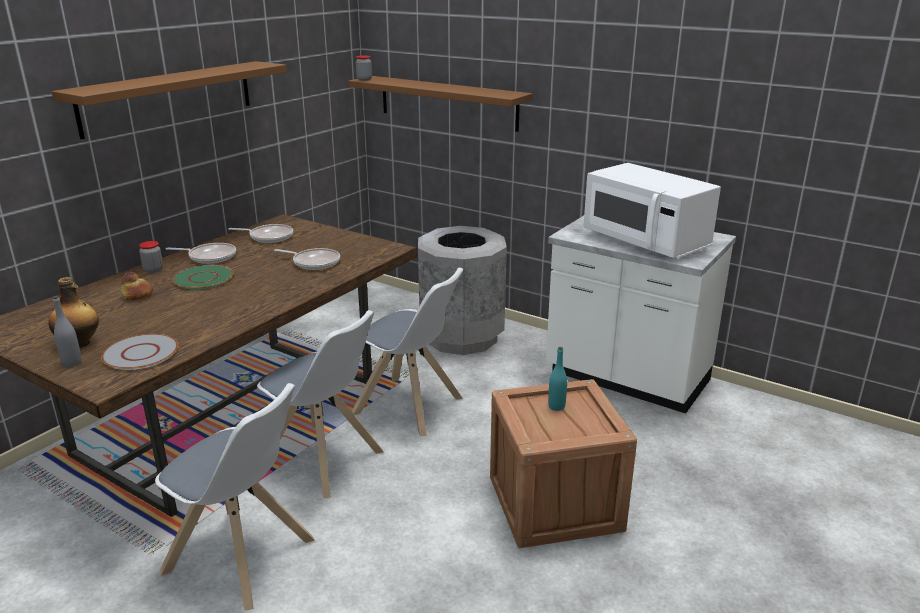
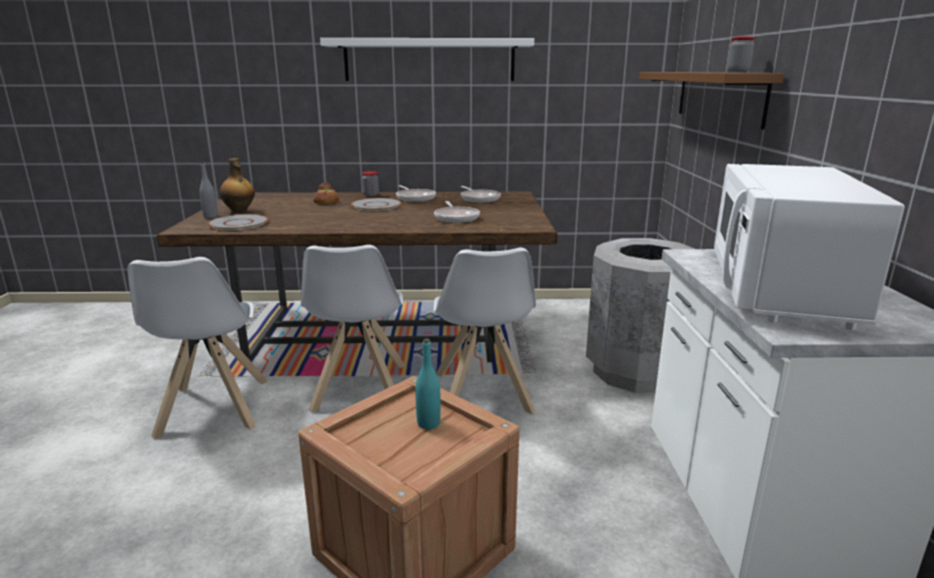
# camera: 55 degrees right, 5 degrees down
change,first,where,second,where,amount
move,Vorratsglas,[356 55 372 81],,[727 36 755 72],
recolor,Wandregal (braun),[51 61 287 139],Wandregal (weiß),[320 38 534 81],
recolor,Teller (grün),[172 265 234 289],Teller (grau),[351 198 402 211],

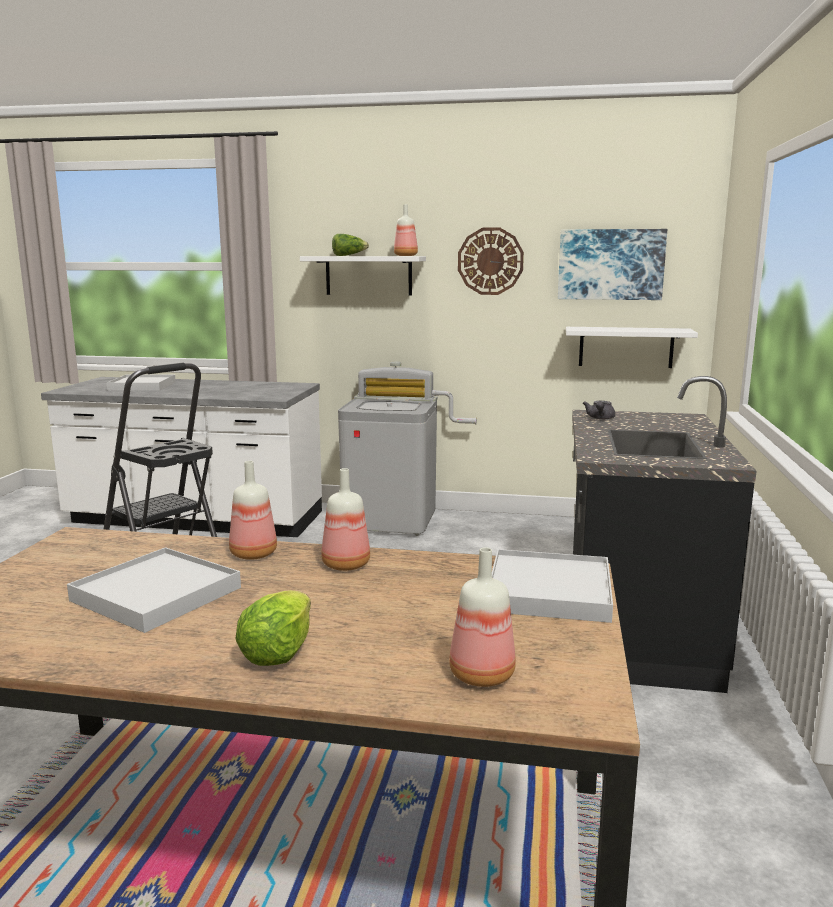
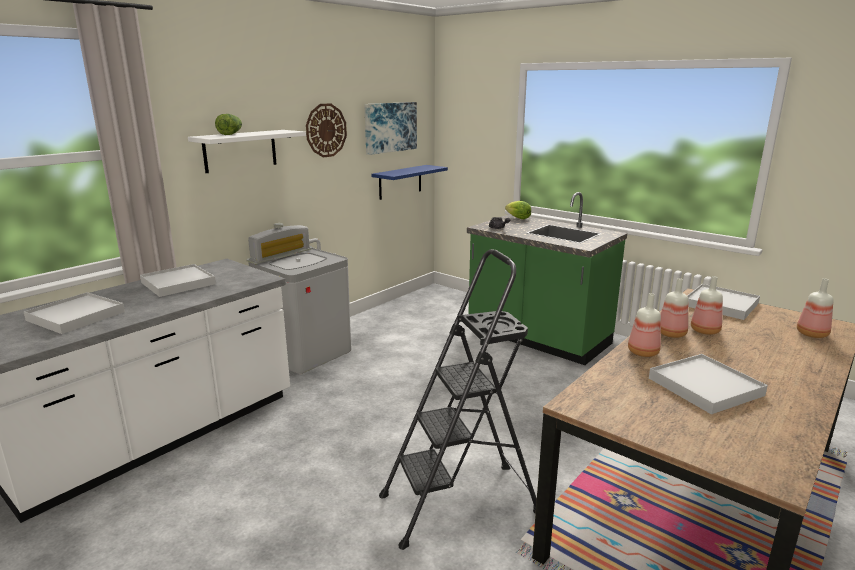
# camera: 60 degrees left, 5 degrees up
change,first,where,second,where,amount
move,Flasche,[394 204 418 256],,[691 276 723 335],
recolor,Wandregal (weiß),[566 327 698 368],Wandregal (blau),[371 165 448 200],
recolor,Küchenzeile (schwarz),[572 376 757 693],Küchenzeile (grün),[467 192 627 365],
move,Salatkopf,[236 590 311 666],,[505 201 531 219],
insert,,,Tablett (weiß),[140 264 216 297],

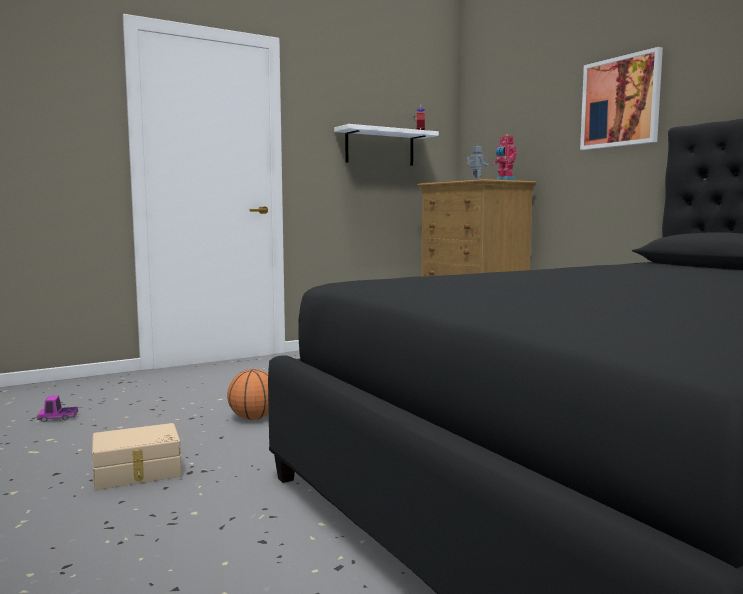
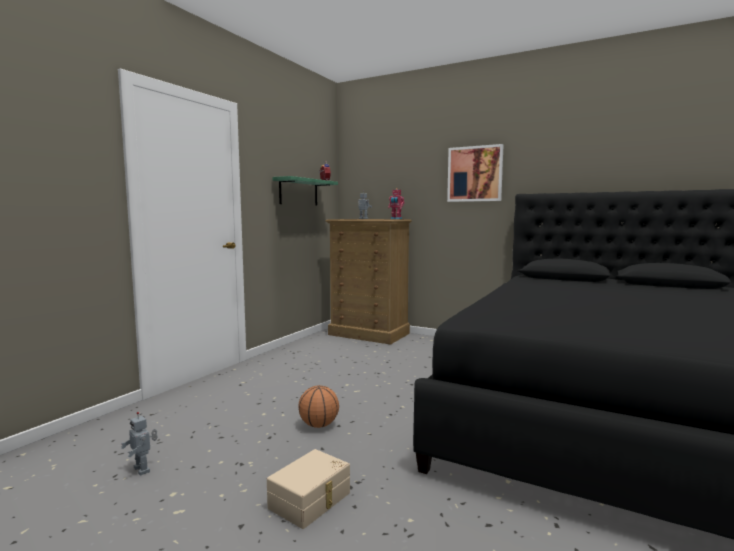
# camera: 30 degrees left, 0 degrees up
change,first,where,second,where,amount
recolor,Wandregal (weiß),[334 124 439 166],Wandregal (grün),[272 176 338 206],
replace,Spielzeuglaster,[37 395 78 422],Spielzeugroboter,[121 412 158 476],

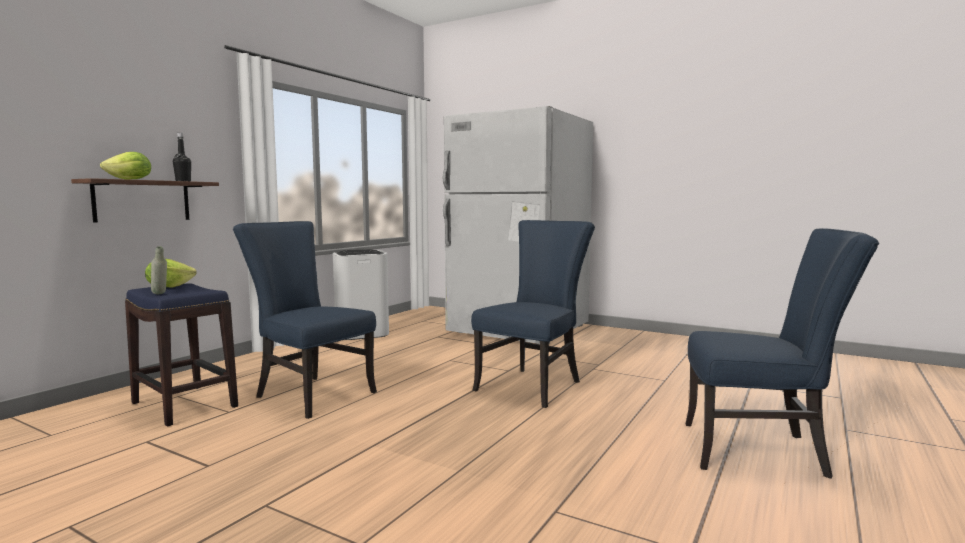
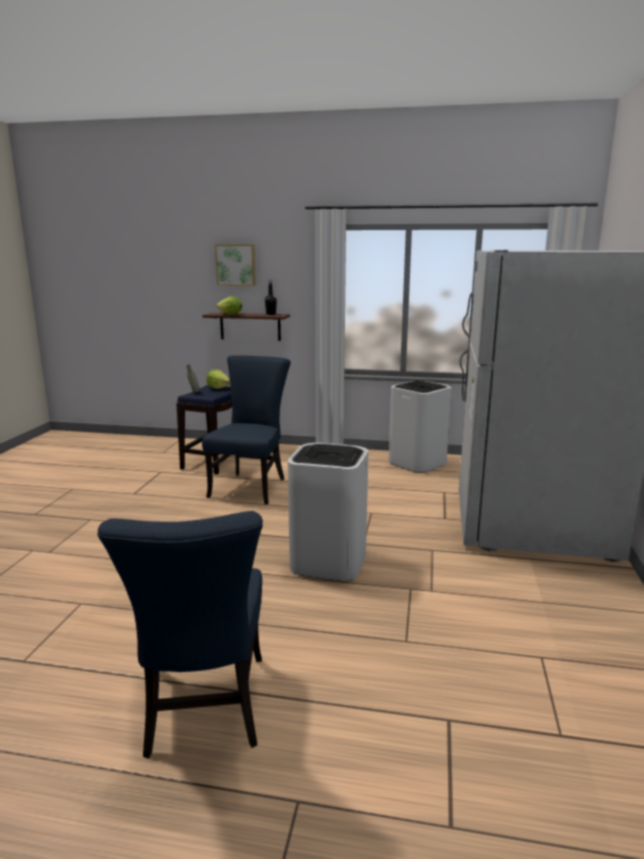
# camera: 70 degrees right, 10 degrees up
change,first,where,second,where,amount
replace,Stuhl (blau),[471 220 595 408],Mülleimer (weiß),[288 443 368 581],
insert,,,Bild,[215 244 256 286],

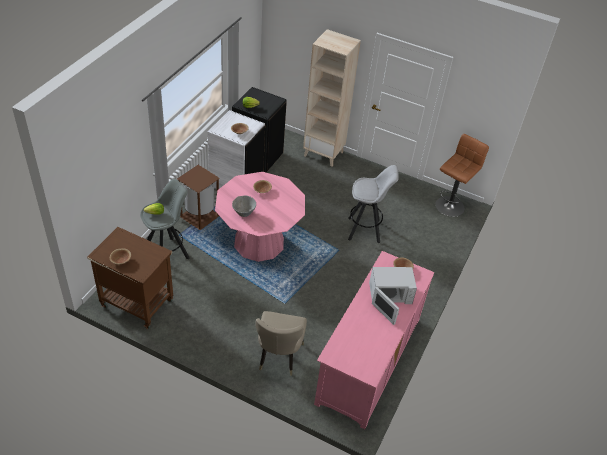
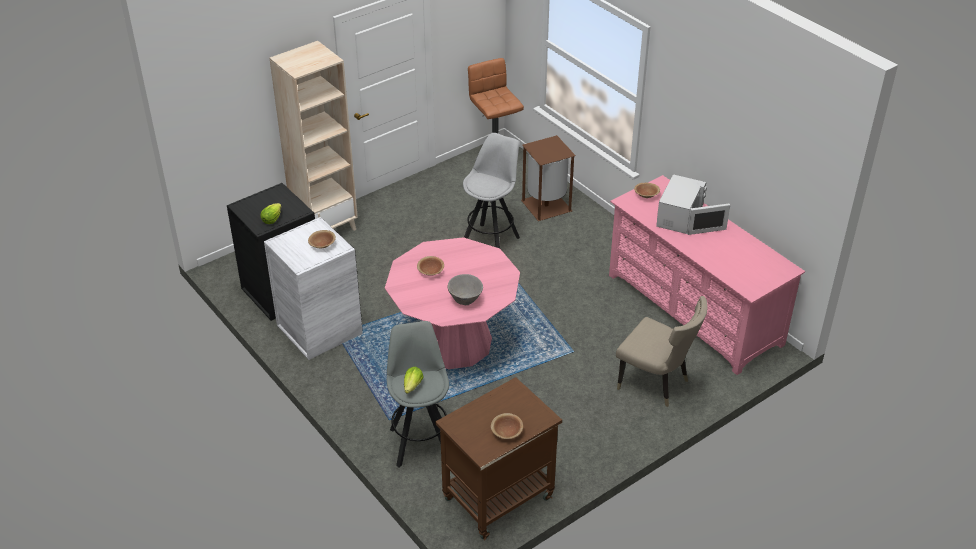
# camera: 60 degrees left, 5 degrees down
change,first,where,second,where,amount
move,Mülleimer (braun),[177 165 220 230],,[521 135 576 221],

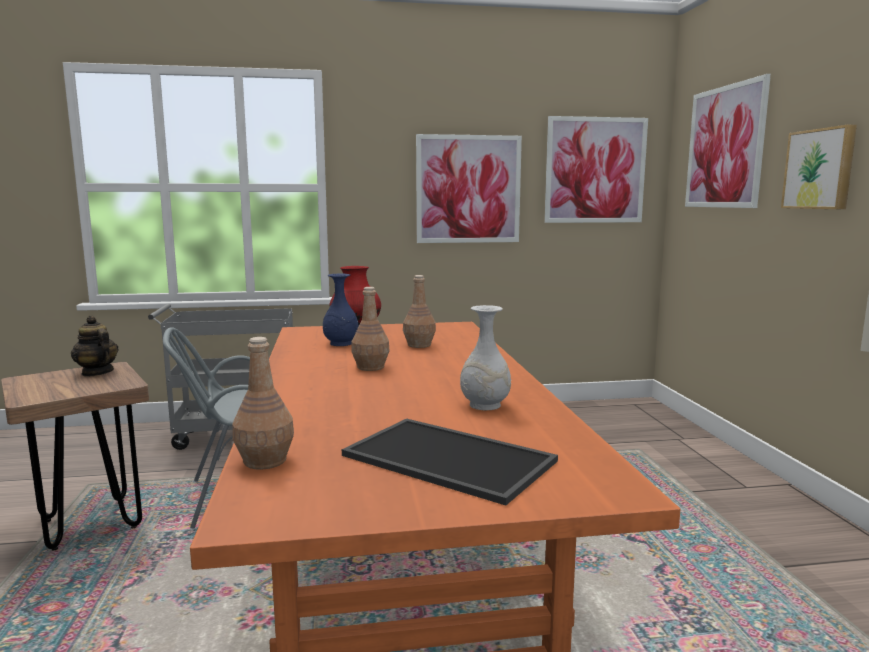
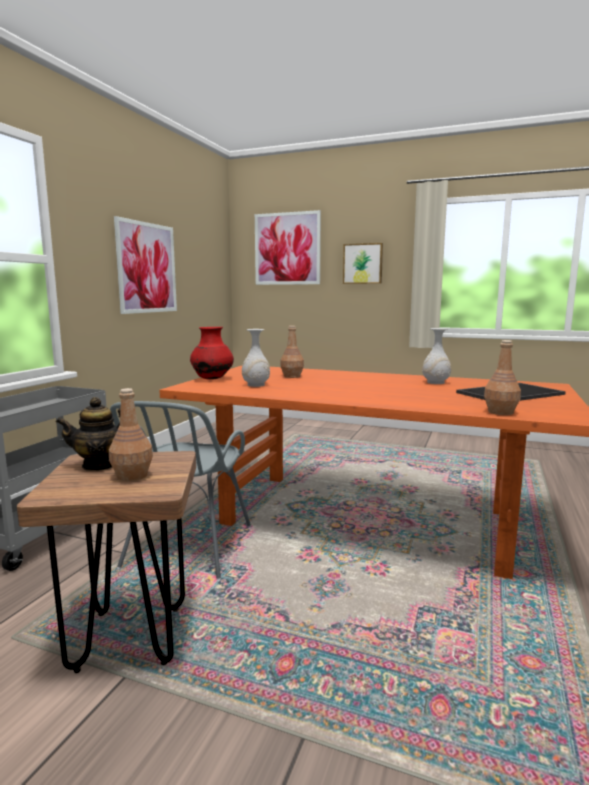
# camera: 60 degrees left, 0 degrees up
change,first,where,second,where,amount
delete,Bild,[544 116 648 223],,,
recolor,Vase (blau),[323 274 359 346],Vase (weiß),[242 329 270 387],
move,Flasche (braun),[351 287 389 371],,[109 388 153 482],

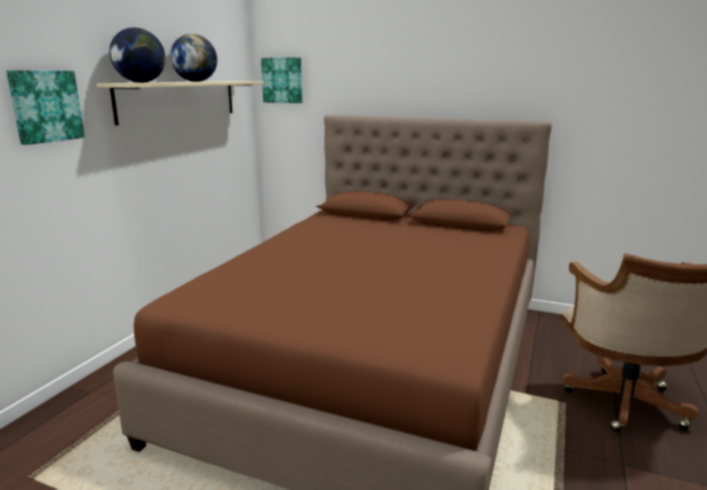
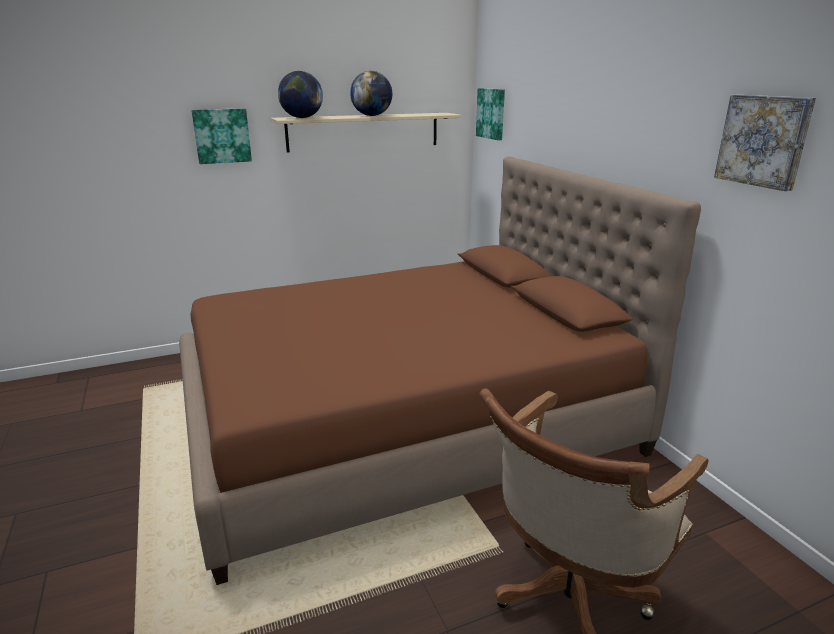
# camera: 45 degrees right, 5 degrees up
change,first,where,second,where,amount
insert,,,Bild,[714 95 816 191],

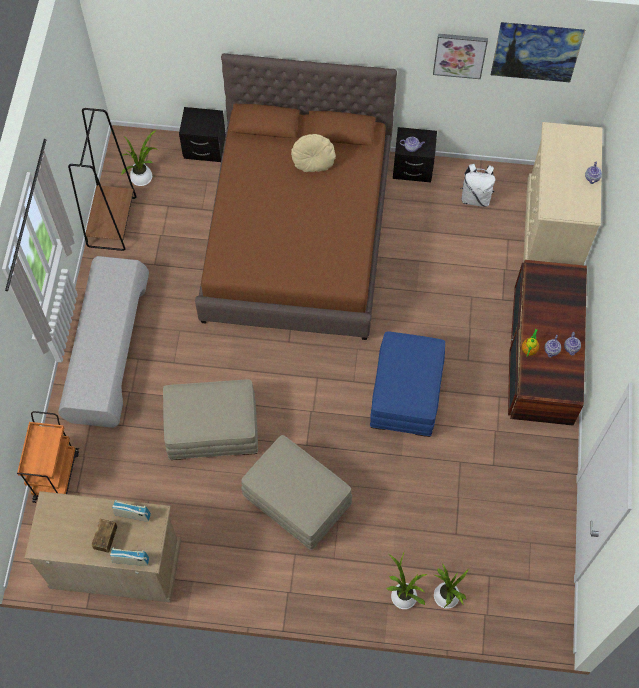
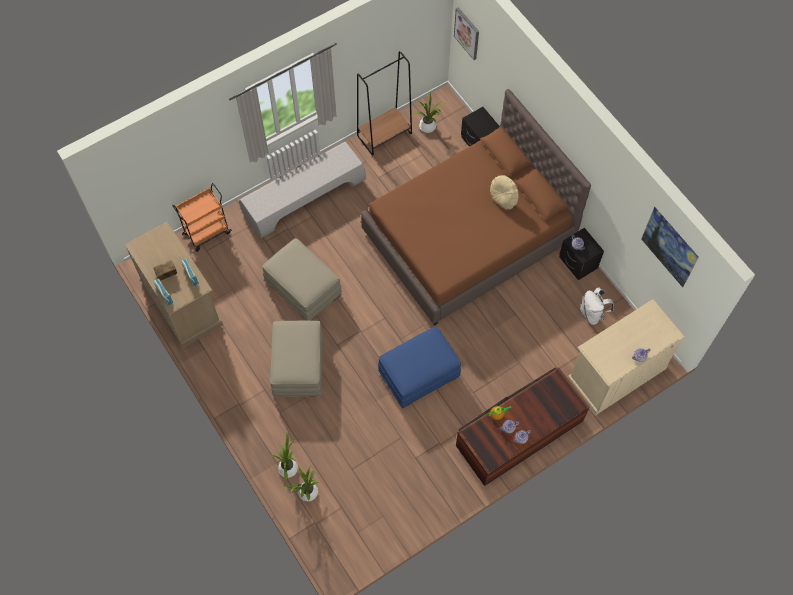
# camera: 50 degrees right, 0 degrees up
change,first,where,second,where,amount
move,Bild,[433 34 488 79],,[454 7 479 60],

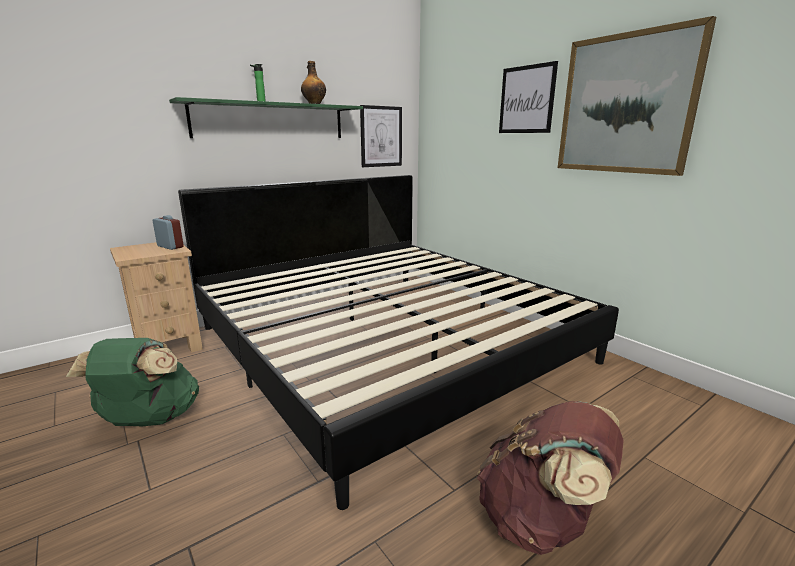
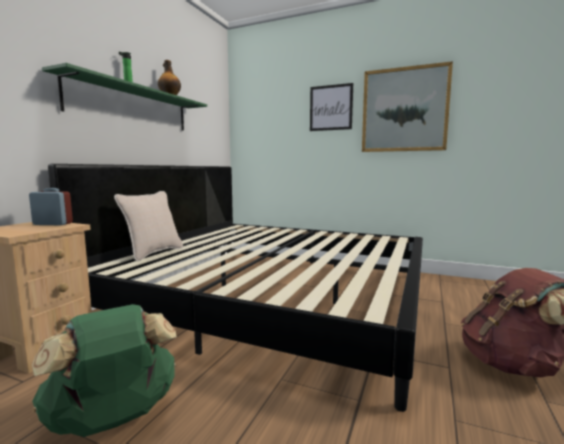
# camera: 30 degrees left, 10 degrees down
change,first,where,second,where,amount
delete,Bild,[360 105 402 167],,,
insert,,,Kissen (beige),[114 191 183 261],

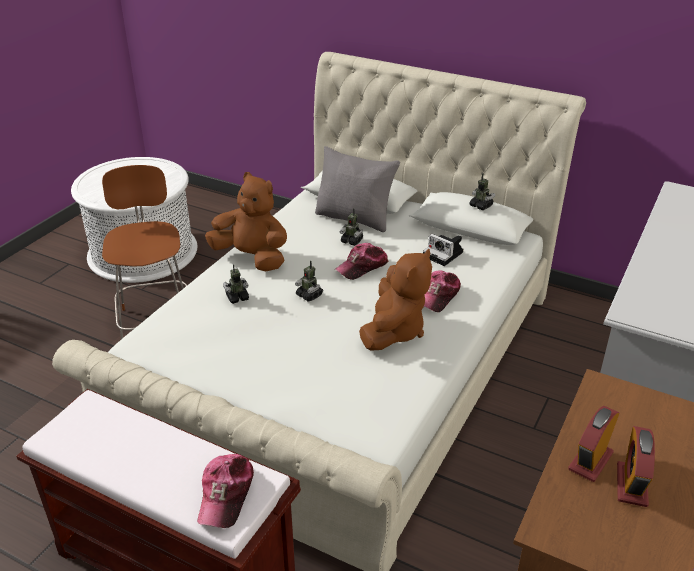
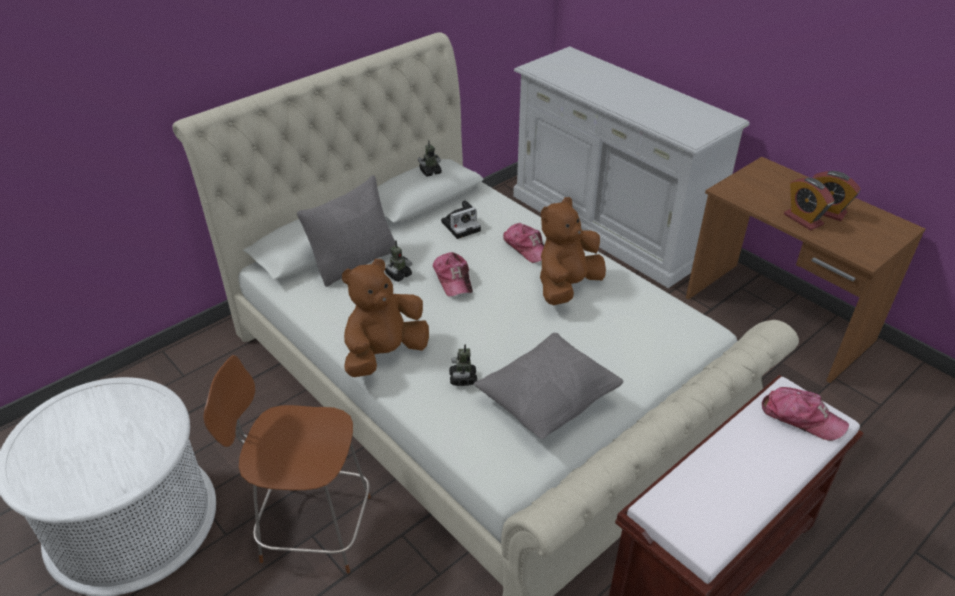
# camera: 70 degrees left, 5 degrees up
change,first,where,second,where,amount
rotate,Plüschtier (braun),[359 249 432 351],,[540 197 606 305],90 degrees counterclockwise
delete,Spielzeugroboter,[295 261 323 302],,,
insert,,,Kissen (grau),[474 333 623 439],

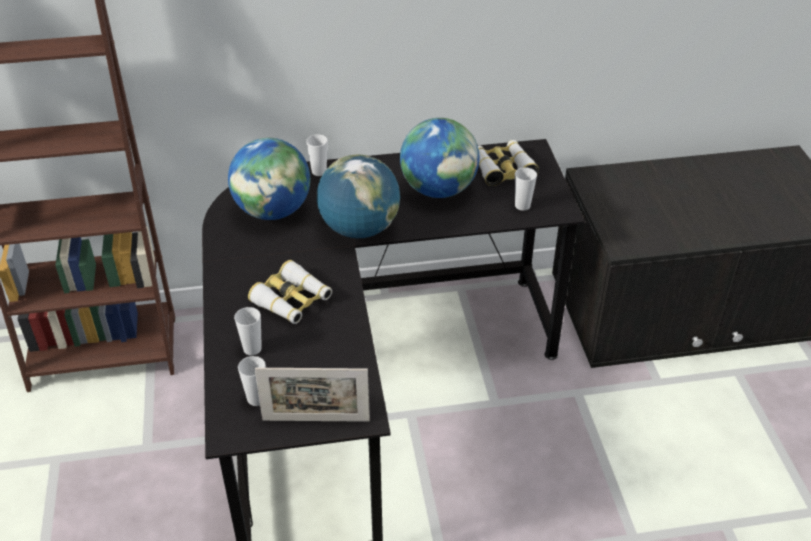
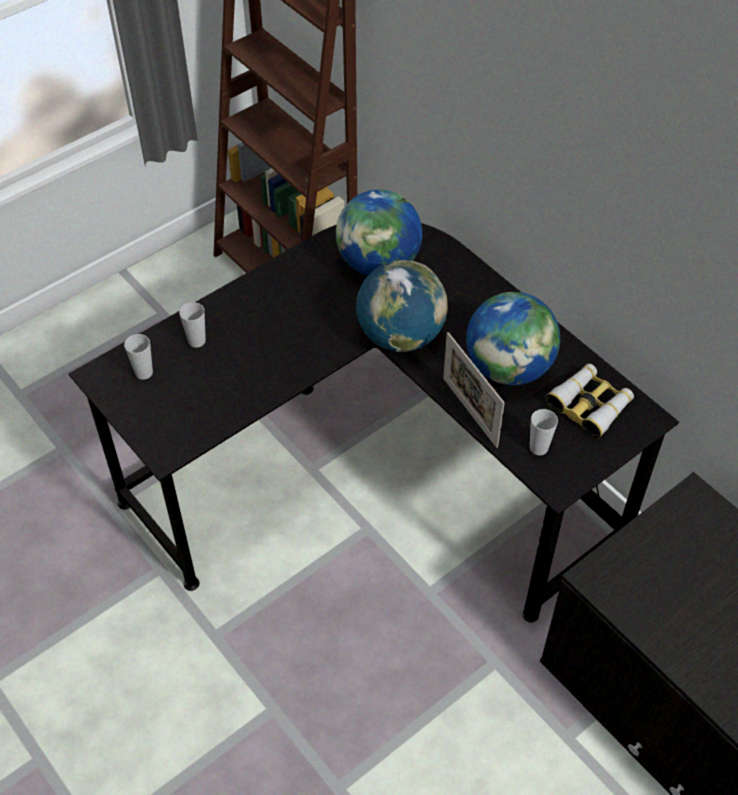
# camera: 60 degrees right, 10 degrees up
change,first,where,second,where,amount
delete,Tasse,[306 134 328 176],,,
delete,Fernglas,[248 260 332 324],,,
move,Bilderrahmen,[255 368 370 422],,[443 332 505 448],

